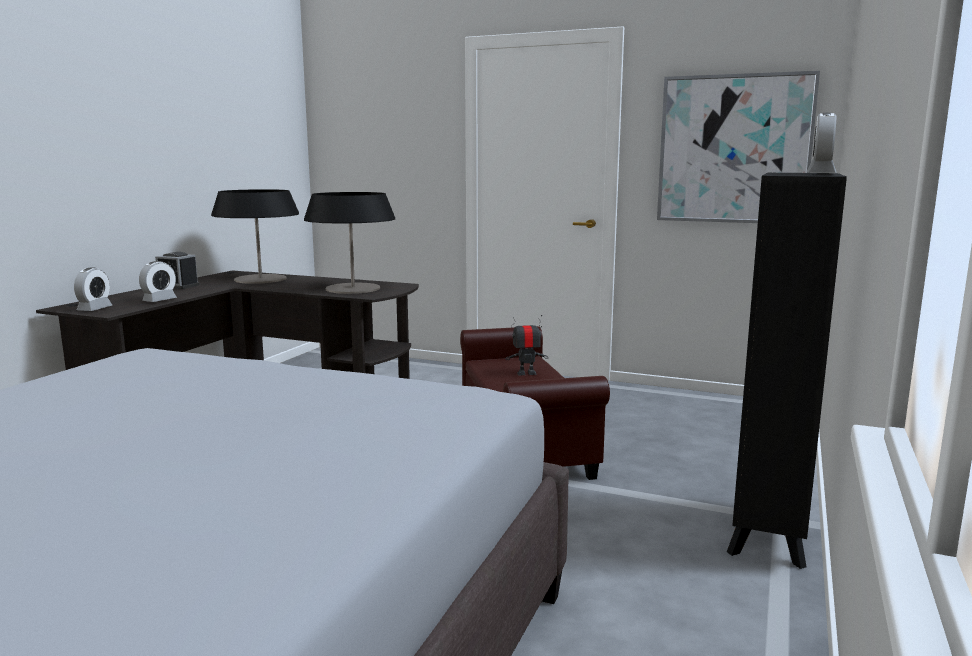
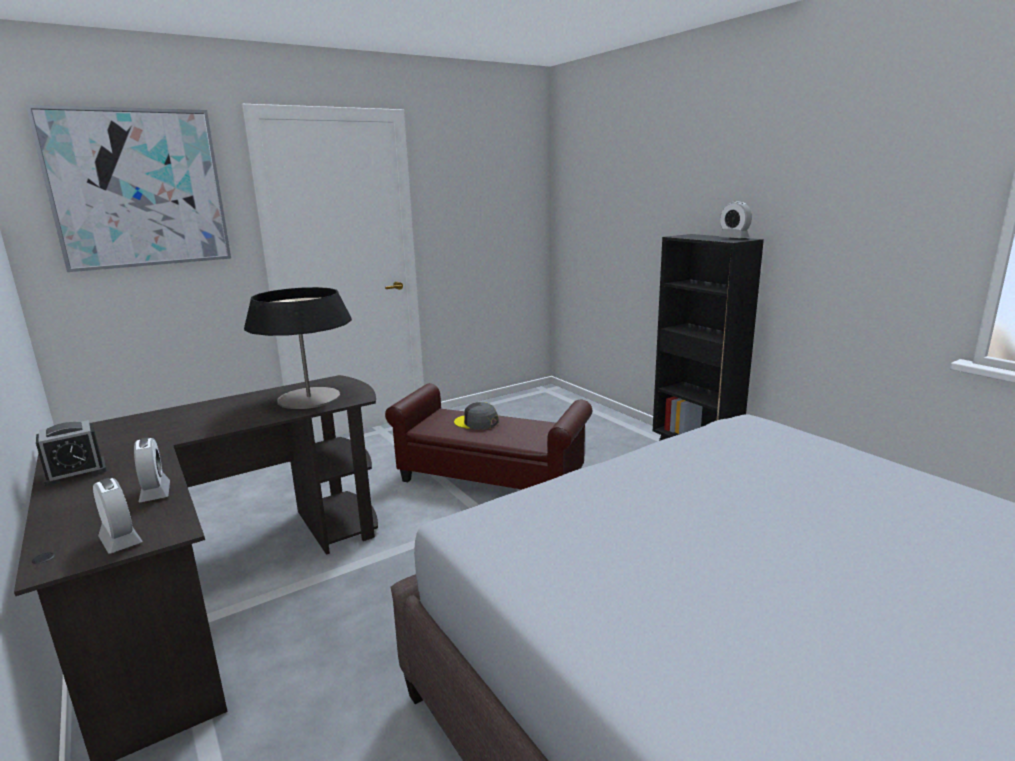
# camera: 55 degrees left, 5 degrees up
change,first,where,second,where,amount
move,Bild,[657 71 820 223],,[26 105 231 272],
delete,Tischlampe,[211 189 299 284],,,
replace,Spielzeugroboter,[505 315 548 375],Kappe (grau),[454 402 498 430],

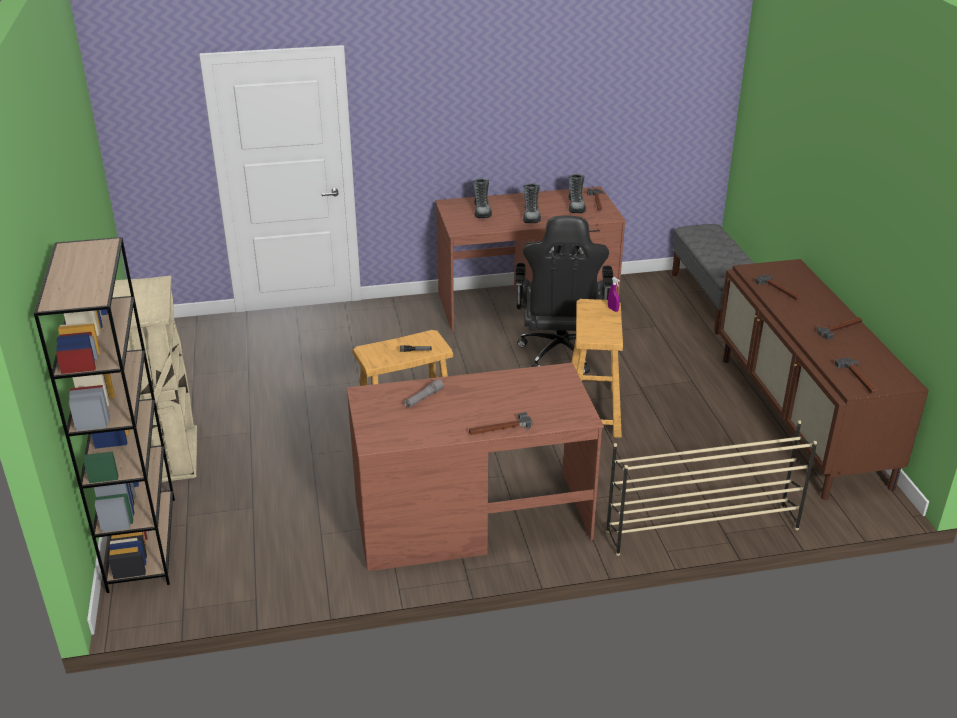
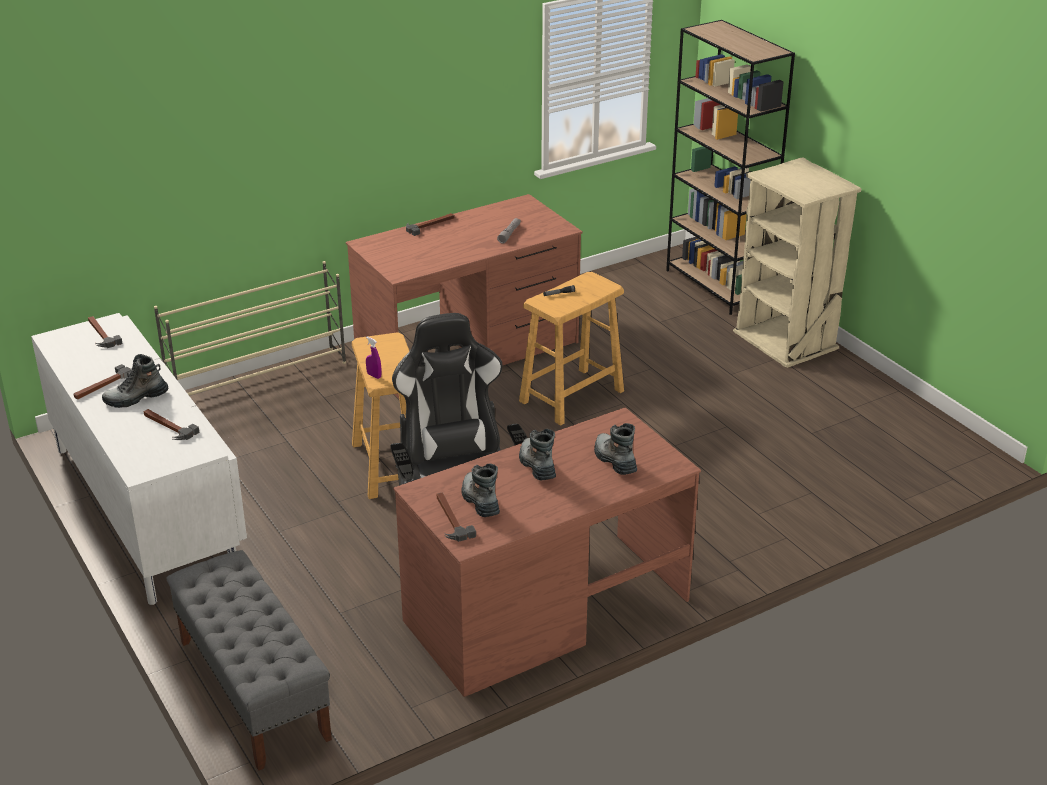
# camera: 160 degrees right, 0 degrees up
change,first,where,second,where,amount
recolor,Schrank (braun),[718 259 929 500],Schrank (weiß),[31 313 247 605],
insert,,,Stiefel,[102 354 168 408],

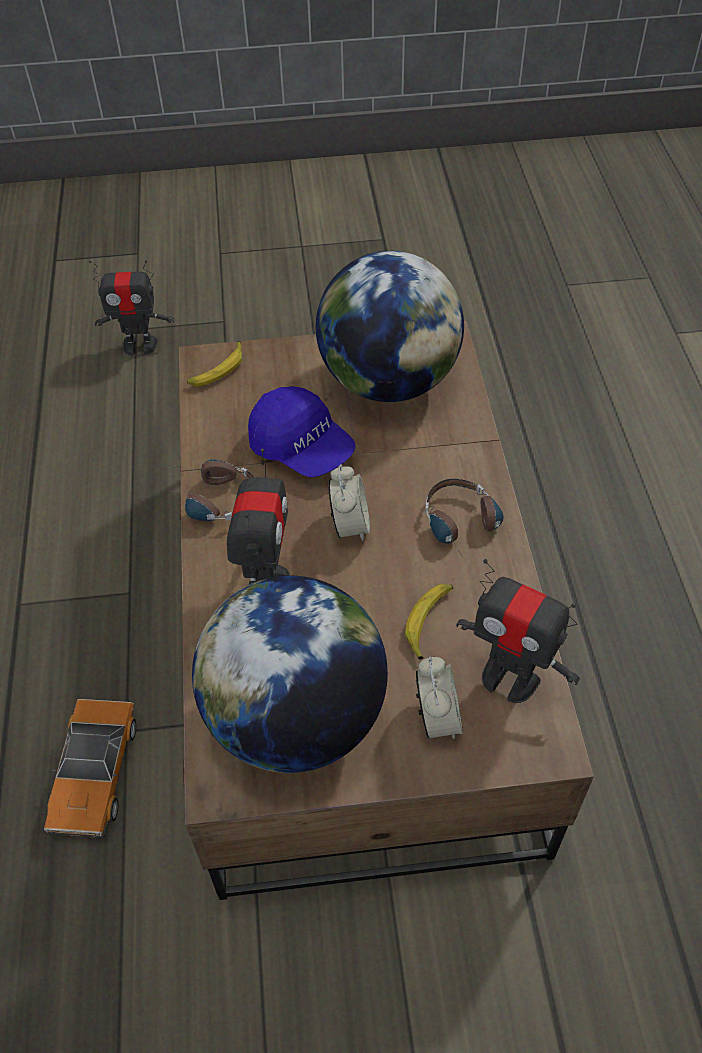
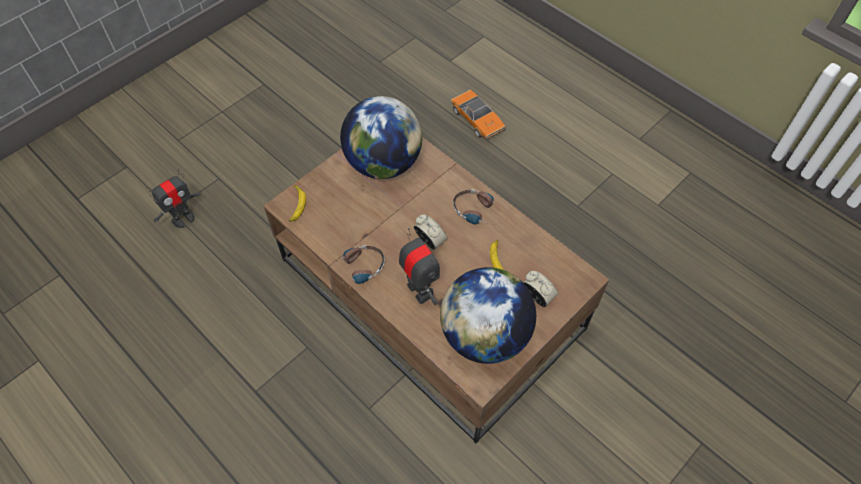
# camera: 40 degrees left, 5 degrees up
change,first,where,second,where,amount
delete,Kappe (blau),[248 386 355 477],,,
delete,Spielzeugroboter,[456 559 580 703],,,
move,Spielzeugauto,[44 699 136 838],,[451 90 506 140],

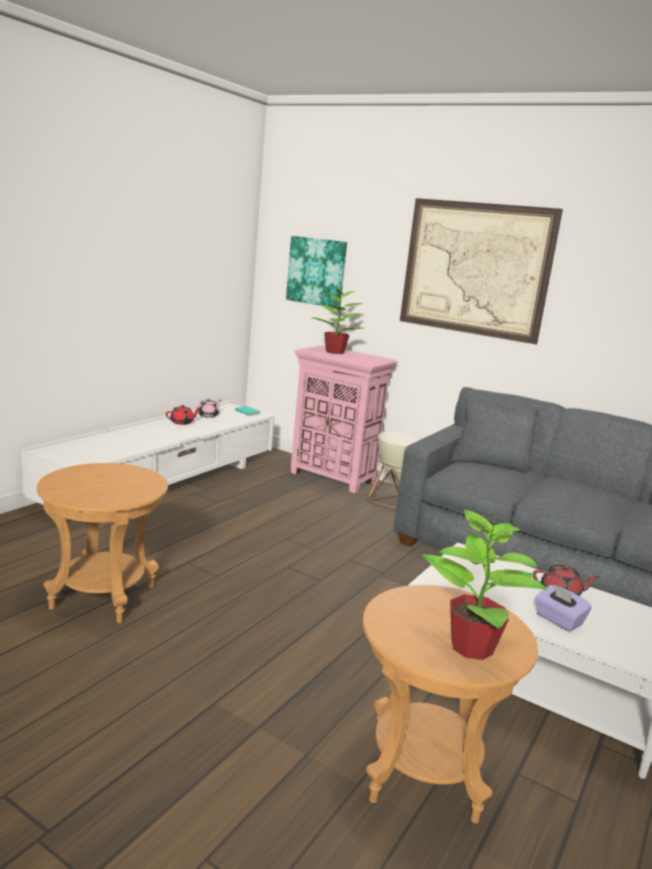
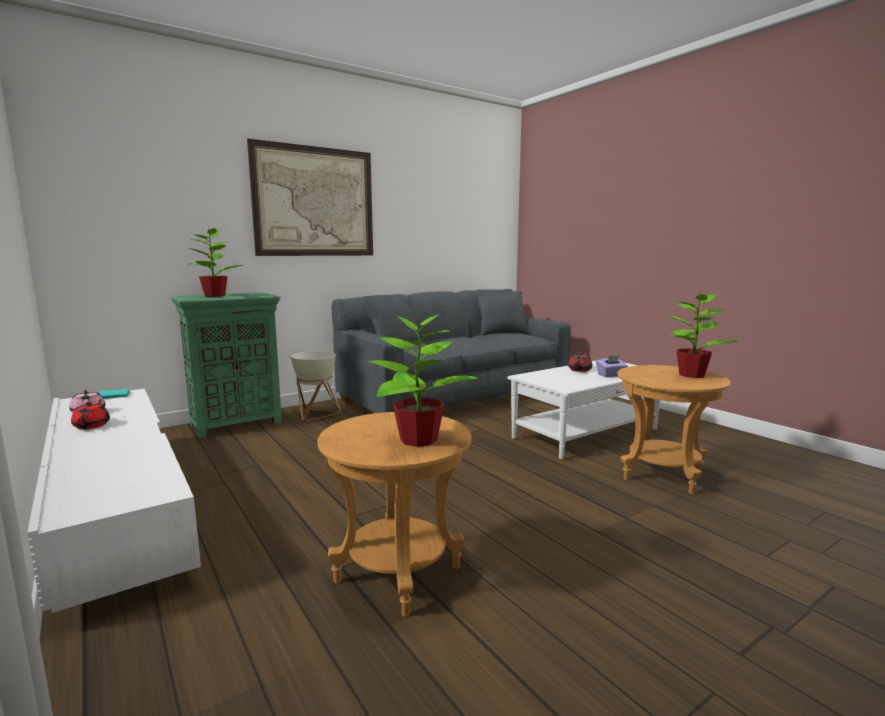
# camera: 65 degrees left, 5 degrees down
change,first,where,second,where,amount
delete,Bild,[286 236 347 307],,,
recolor,Schrank (rosa),[291 345 398 493],Schrank (grün),[171 292 281 438],
insert,,,Topfpflanze,[367 312 479 447],

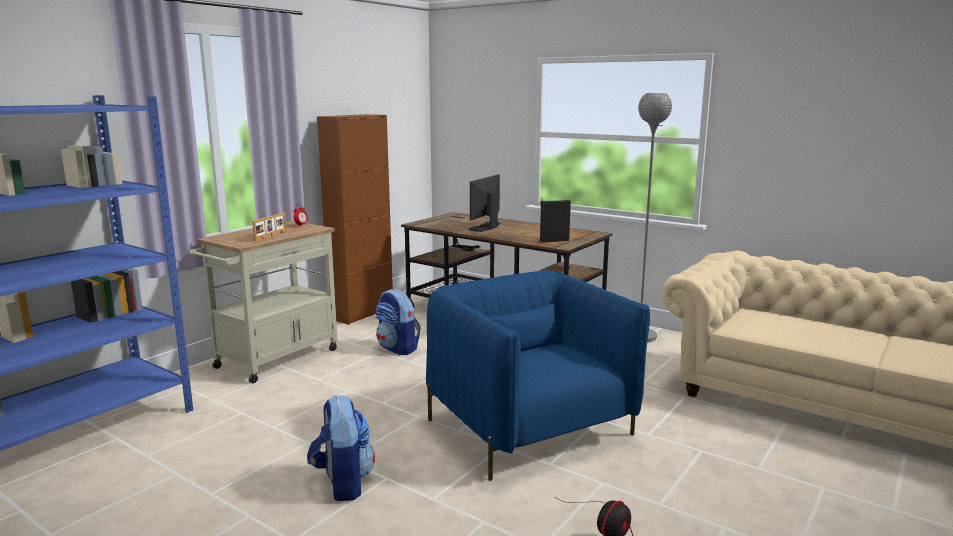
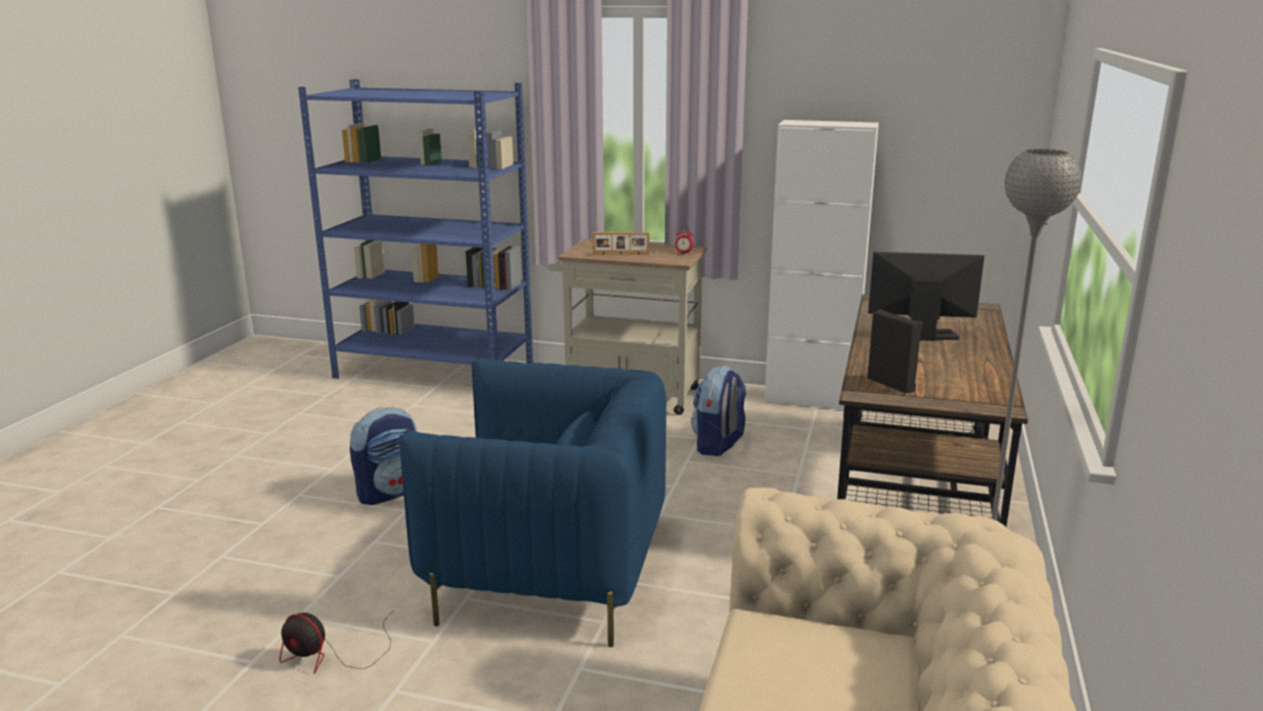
# camera: 70 degrees right, 5 degrees up
change,first,where,second,where,amount
recolor,Schrank (braun),[317 114 393 325],Schrank (weiß),[765 120 879 410],
rotate,Sessel (blau),[426 270 650 481],,[399 358 666 647],60 degrees clockwise

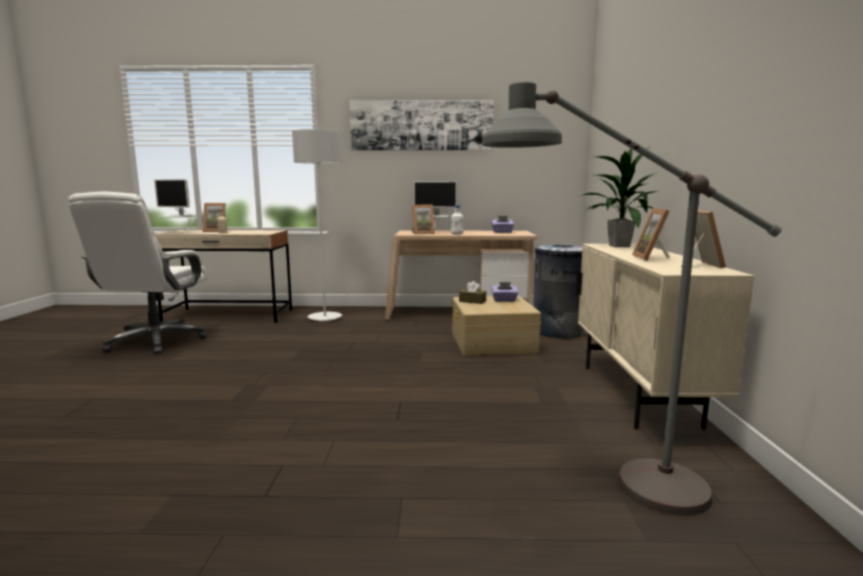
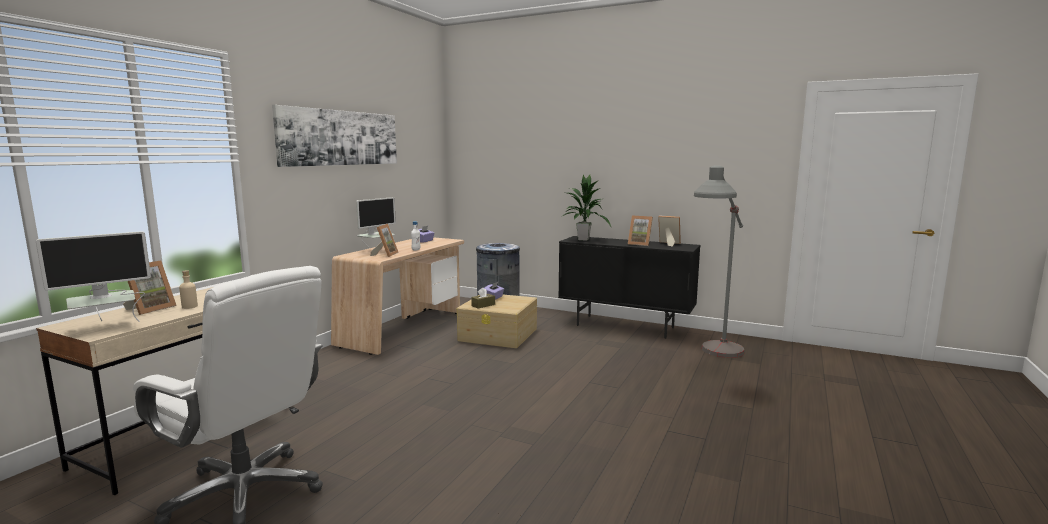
# camera: 65 degrees left, 0 degrees up
change,first,where,second,where,amount
delete,Stehlampe (grau),[292 129 342 321],,,
recolor,Schrank (beige),[576 244 755 430],Schrank (schwarz),[558 236 700 339],

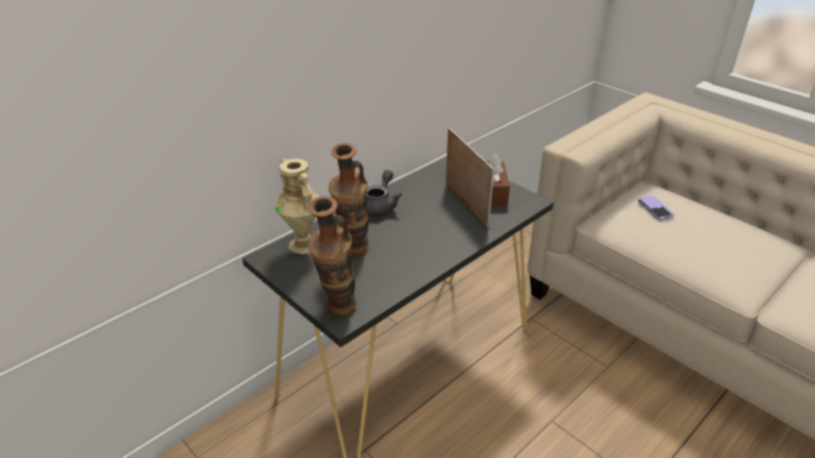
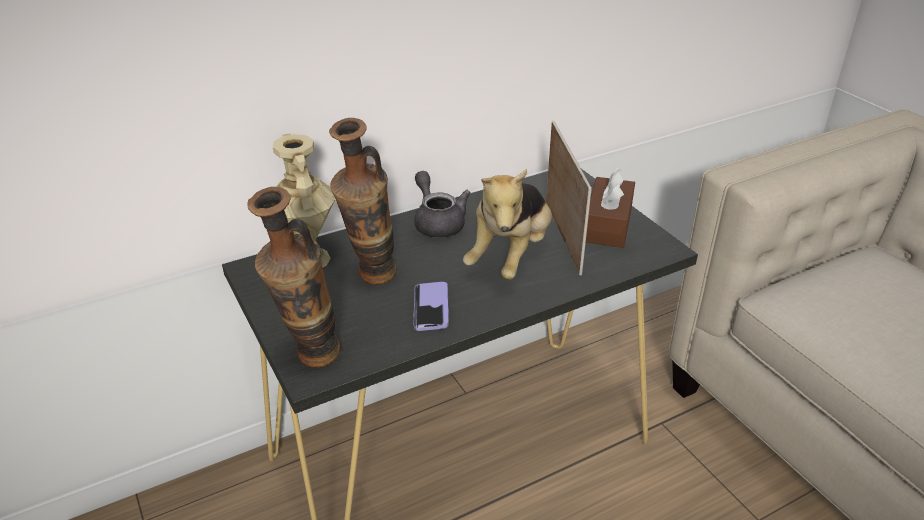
# camera: 15 degrees right, 0 degrees up
change,first,where,second,where,amount
rotate,Teekanne (grau),[367 170 402 217],,[414 171 471 238],60 degrees counterclockwise
move,Handy,[638 195 674 220],,[414 282 449 331],
insert,,,Plüschtier,[463 169 552 280],

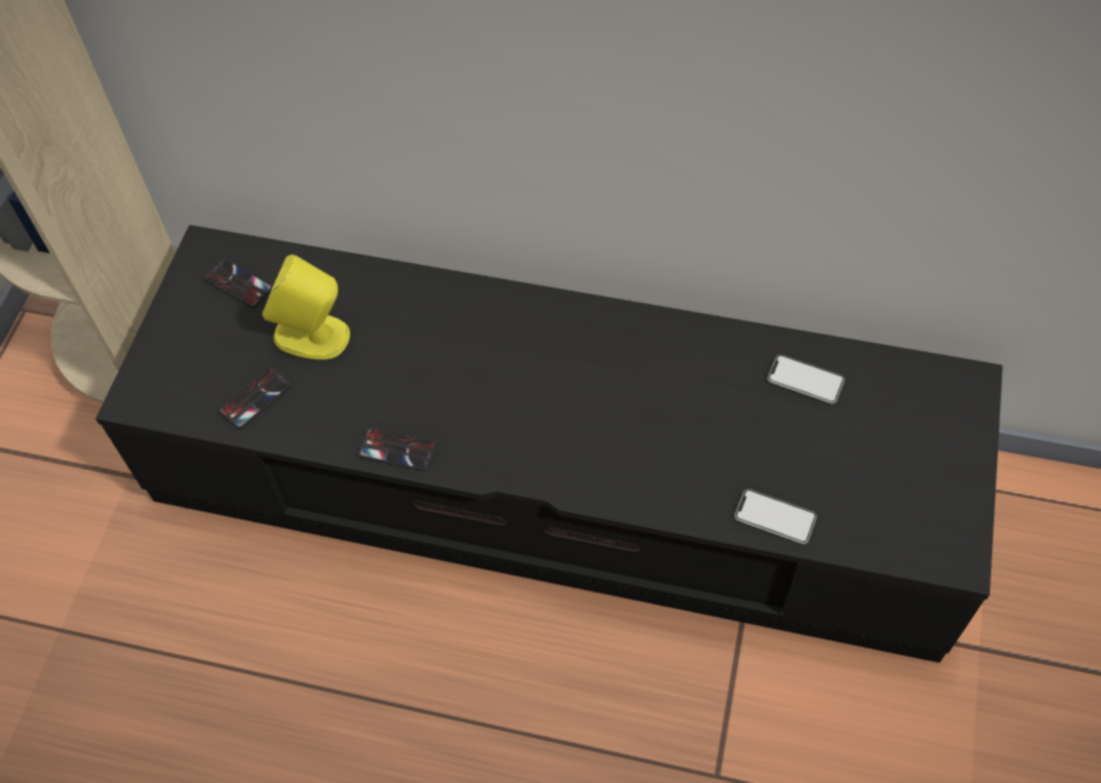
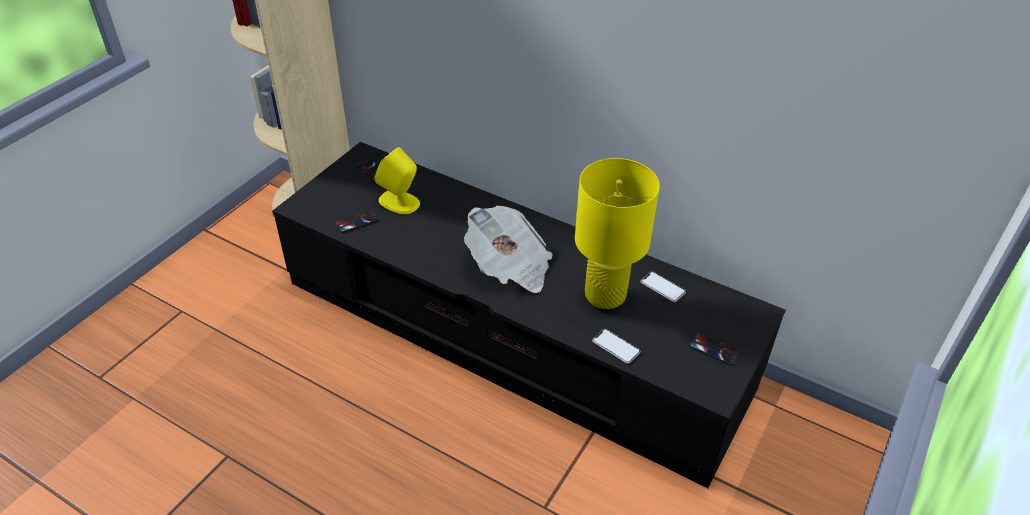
# camera: 15 degrees right, 15 degrees down
change,first,where,second,where,amount
move,Handy,[359 428 437 471],,[690 333 740 365],
insert,,,Tischlampe (gelb),[575 158 660 309],
insert,,,Zeitung,[464 206 553 293],

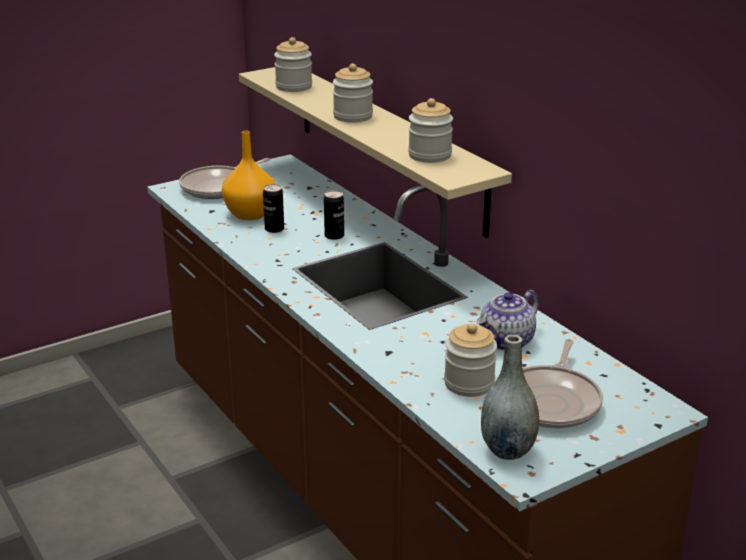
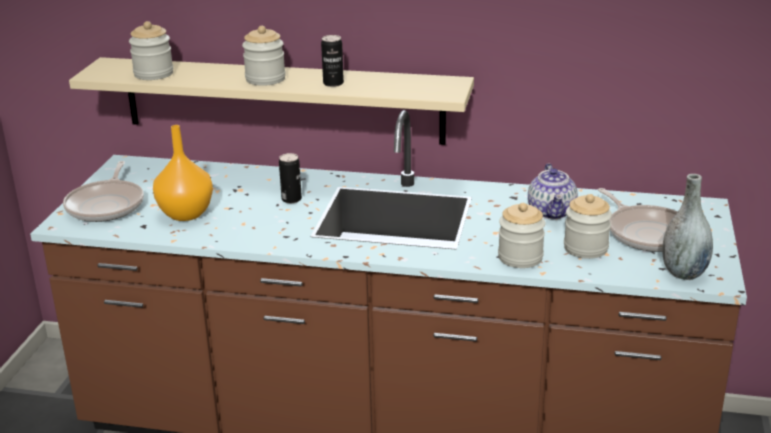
# camera: 45 degrees left, 0 degrees up
change,first,where,second,where,amount
move,Vorratsglas,[408 98 453 163],,[498 203 545 268],
move,Dose,[263 184 284 233],,[321 35 344 87],

